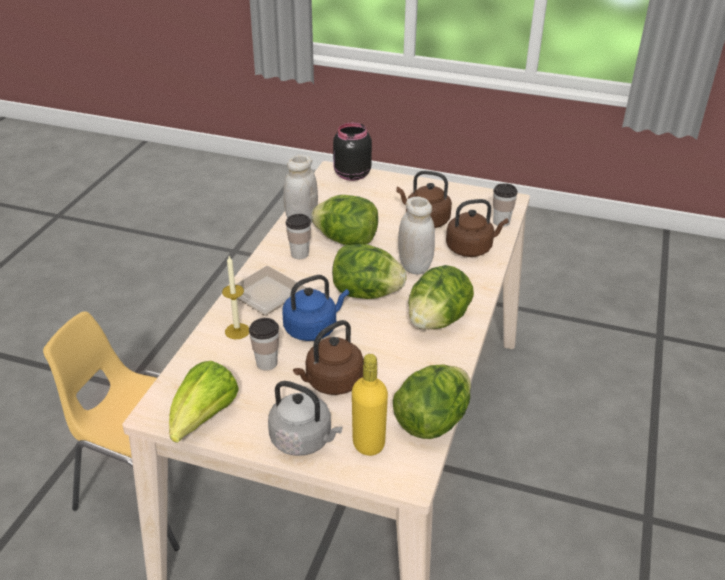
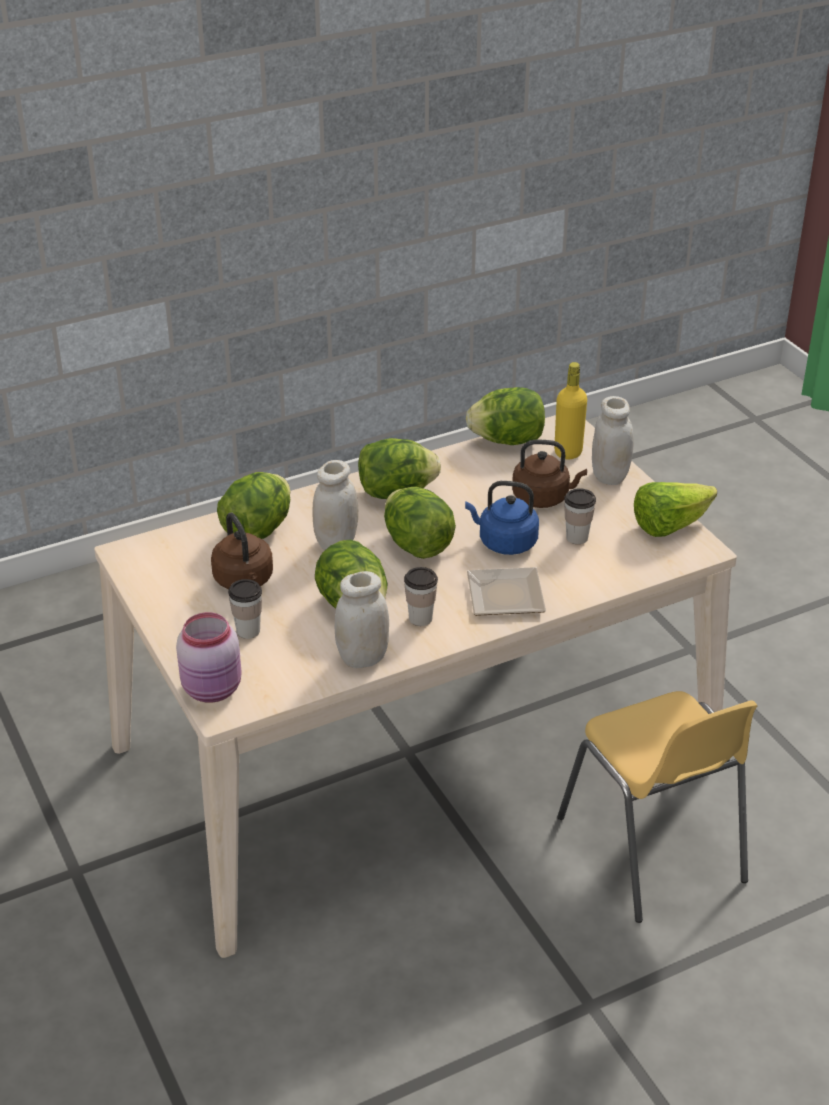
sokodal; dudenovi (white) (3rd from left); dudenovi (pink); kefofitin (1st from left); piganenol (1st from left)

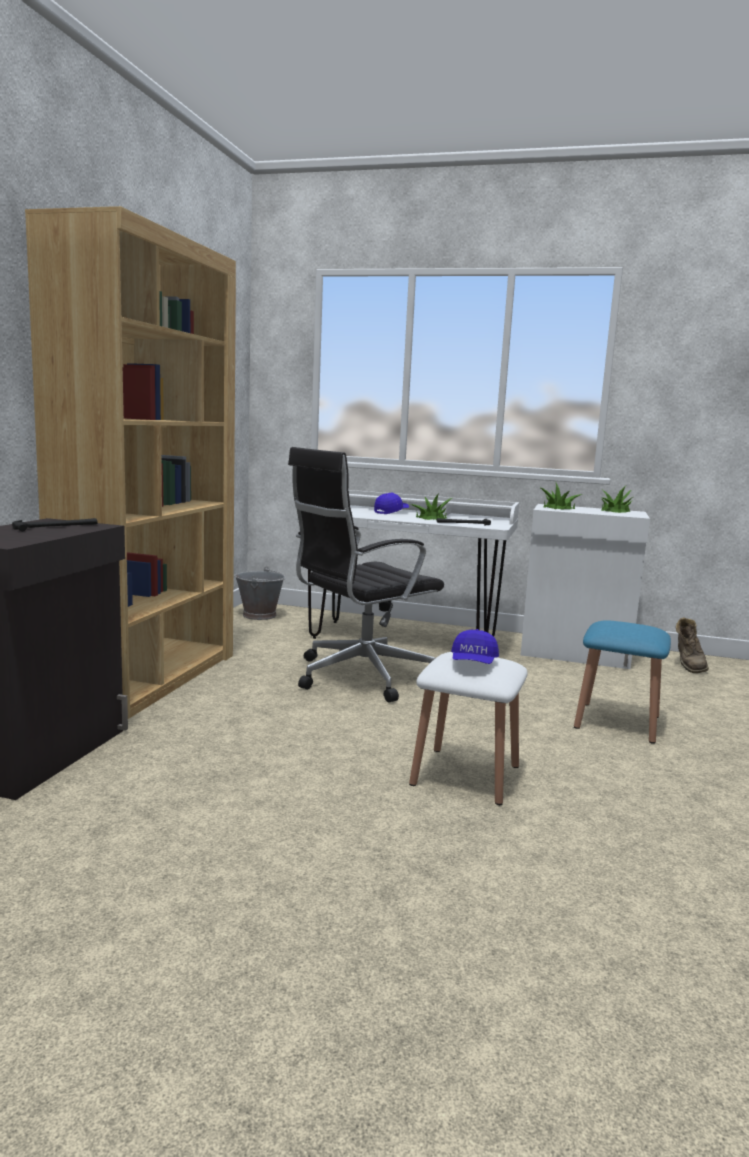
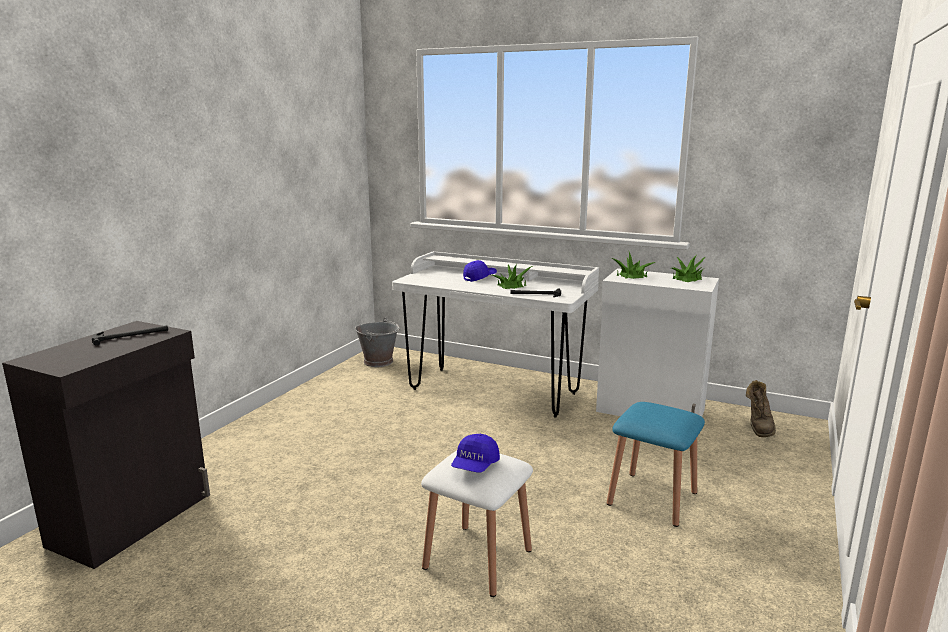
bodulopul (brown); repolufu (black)

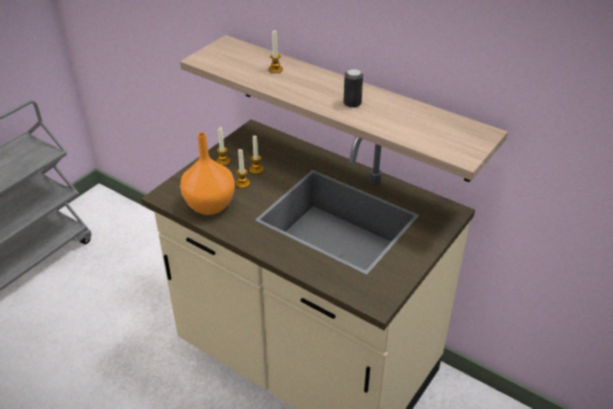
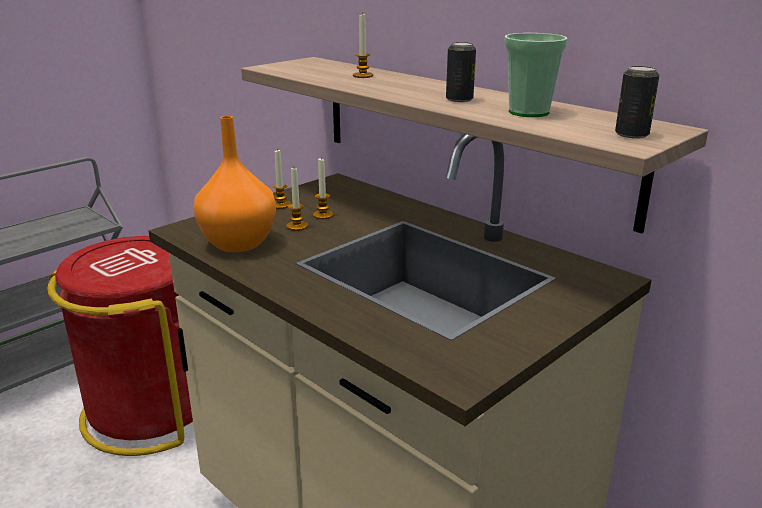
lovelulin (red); piganenol; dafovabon (2nd from left)

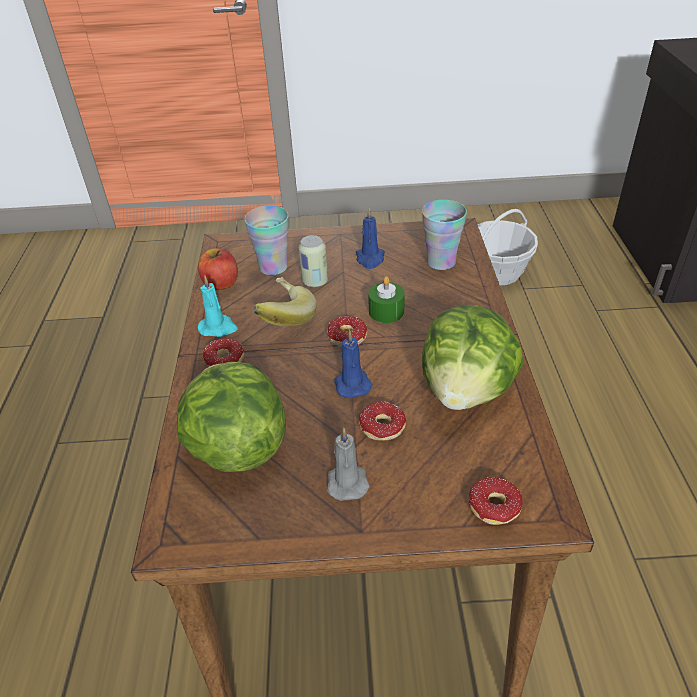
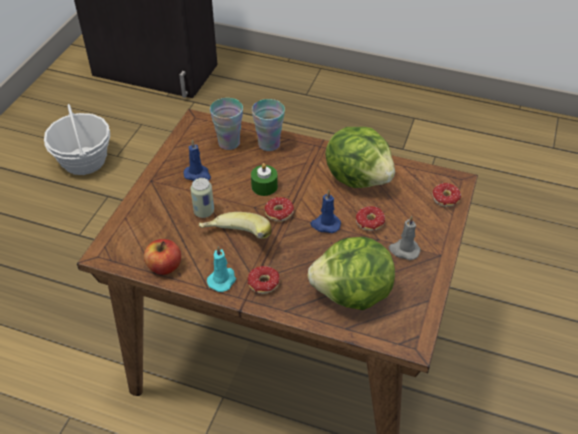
piganenol (2nd from left)

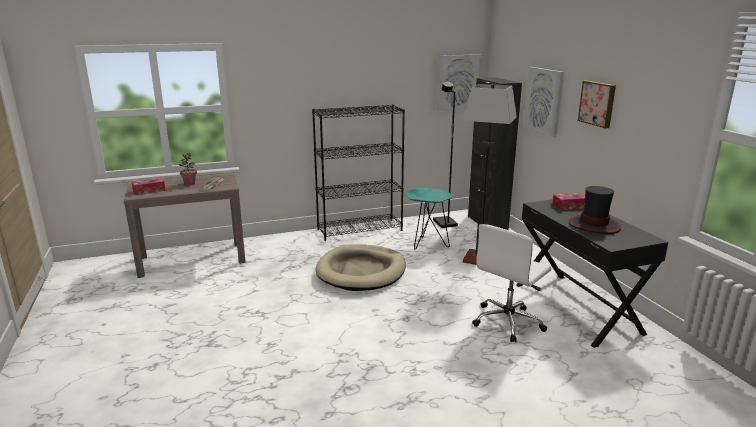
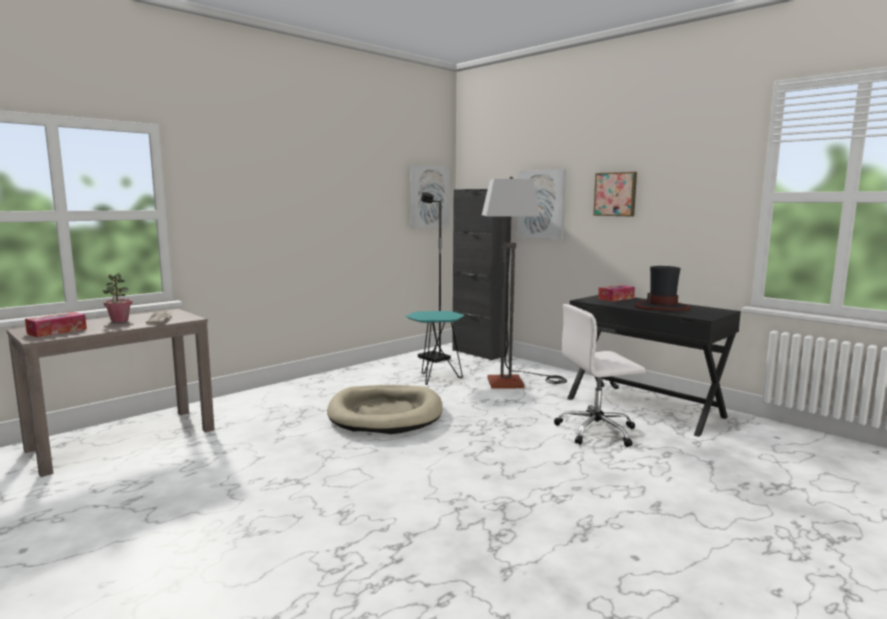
bodulopul (black); repolufu (white)

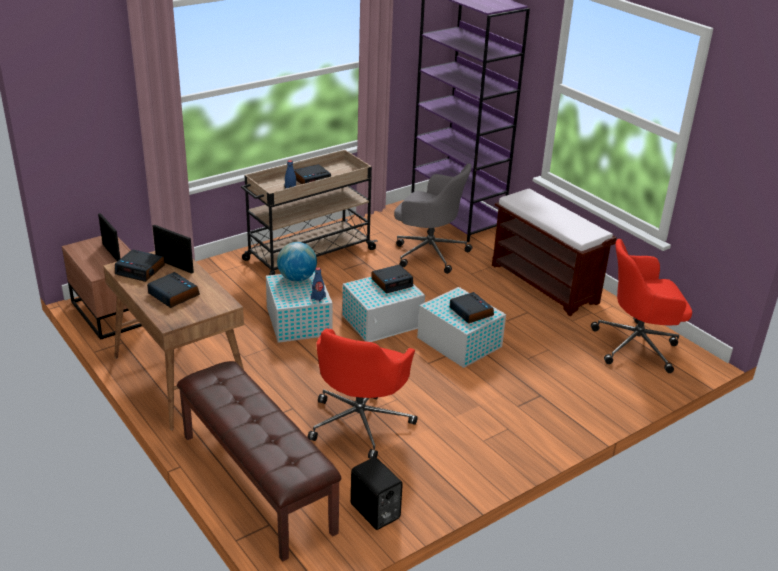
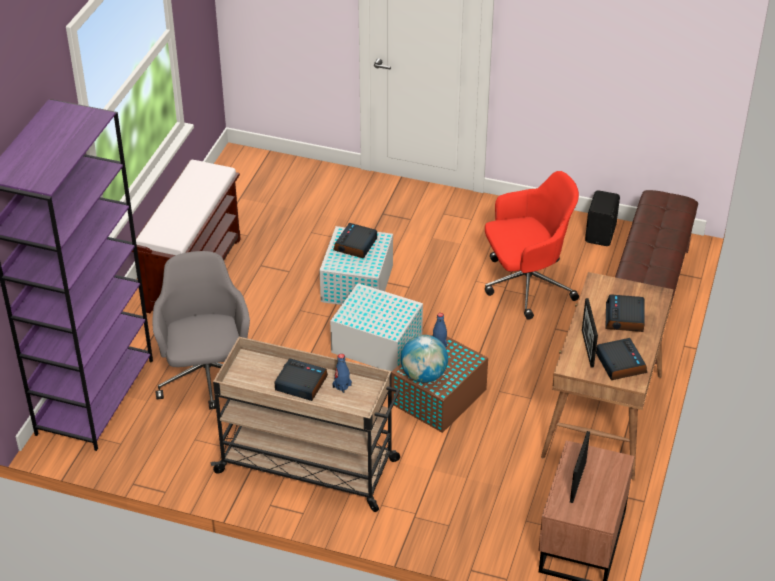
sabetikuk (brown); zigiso (4th from left in the first image); repolufu (red) (2nd from left in the first image)

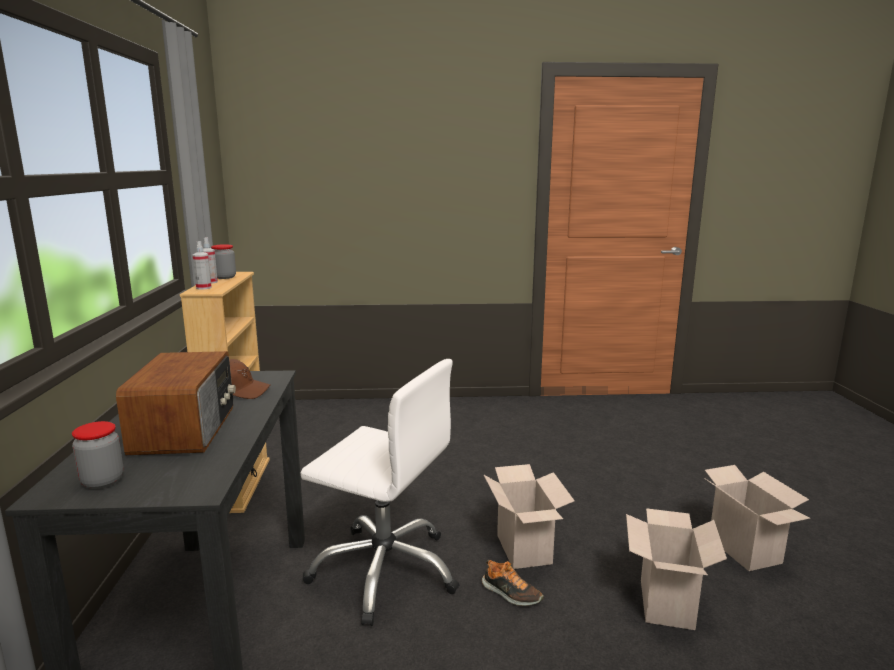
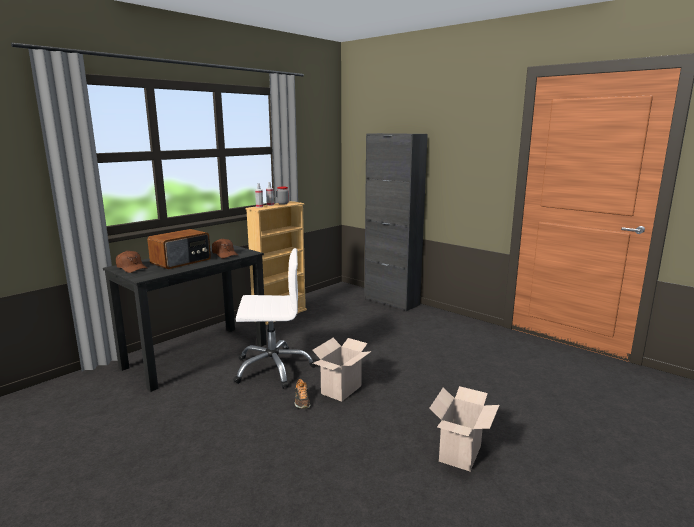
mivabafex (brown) (1st from left); repolufu (white); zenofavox (2nd from left in the first image); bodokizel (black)

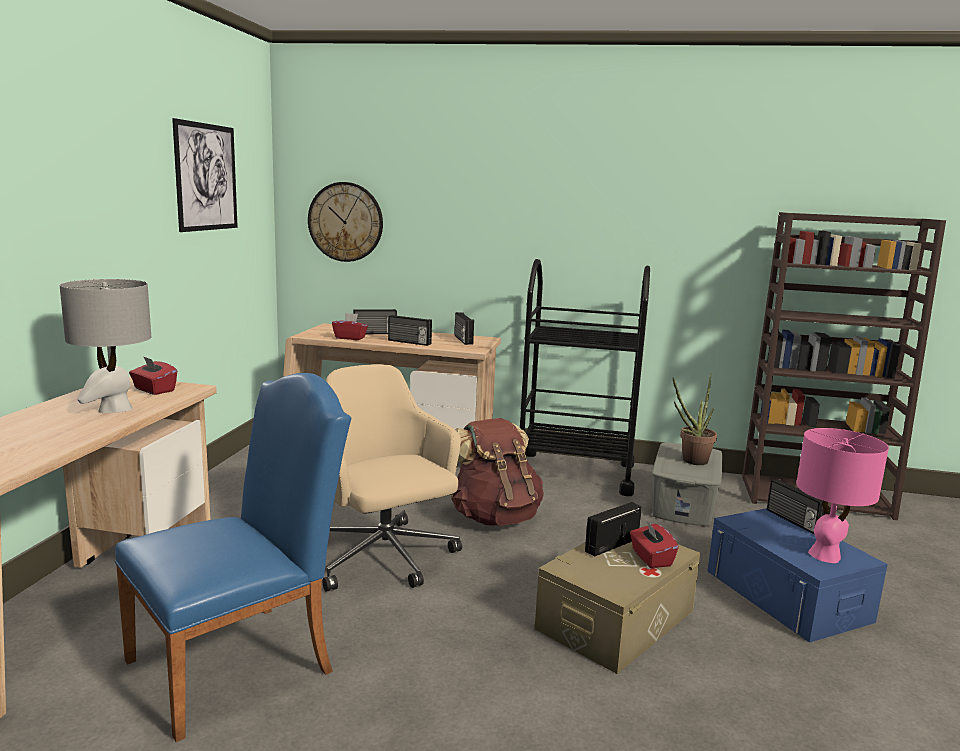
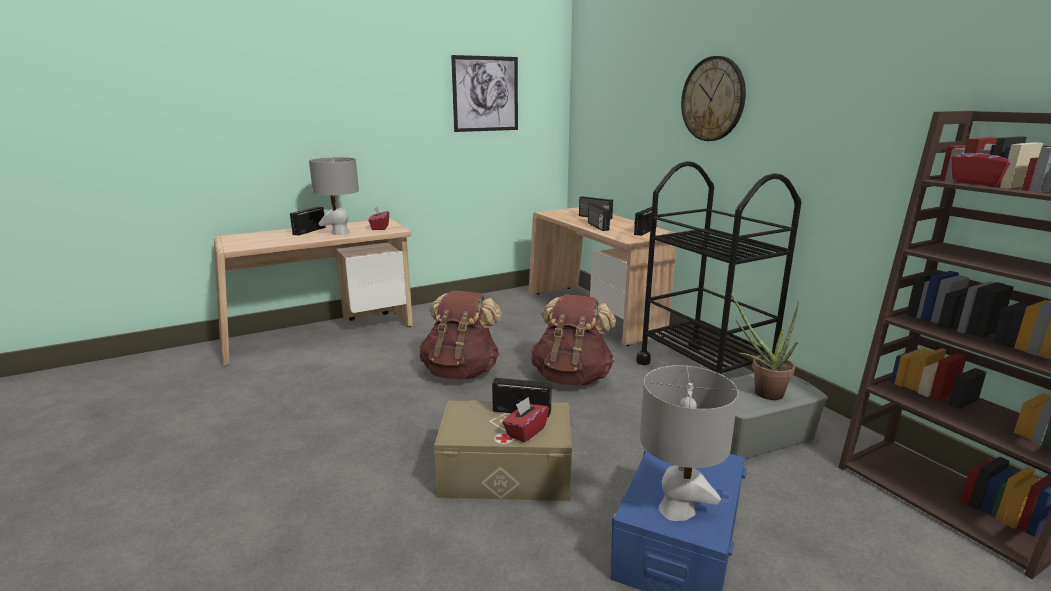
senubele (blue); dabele; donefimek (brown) (1st from left); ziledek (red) (3rd from left); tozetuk (1st from left); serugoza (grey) (2nd from left)

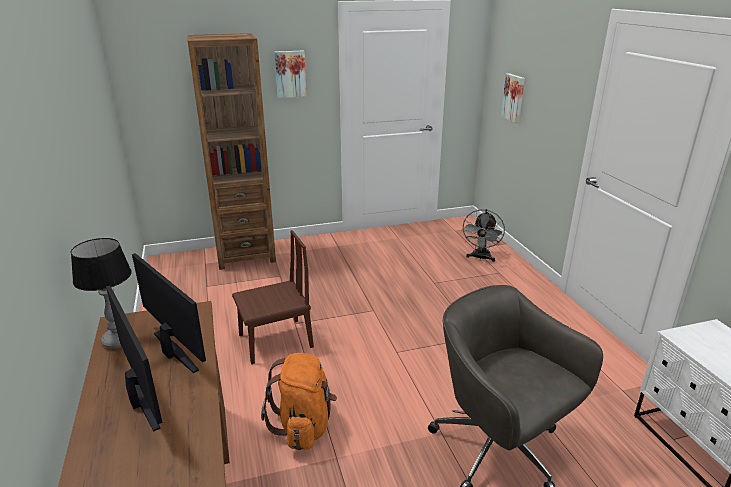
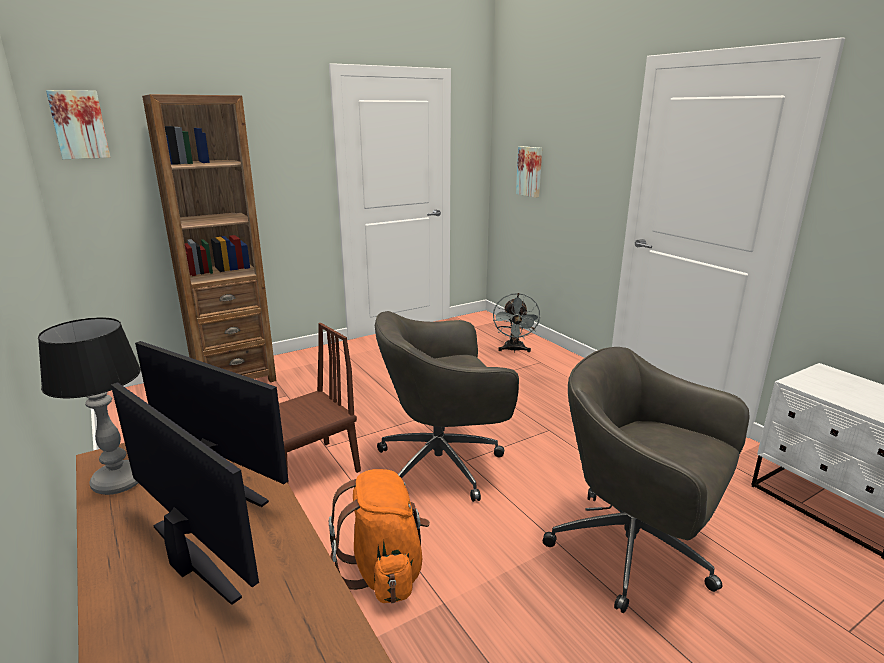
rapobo (1st from left); repolufu (grey) (1st from left)

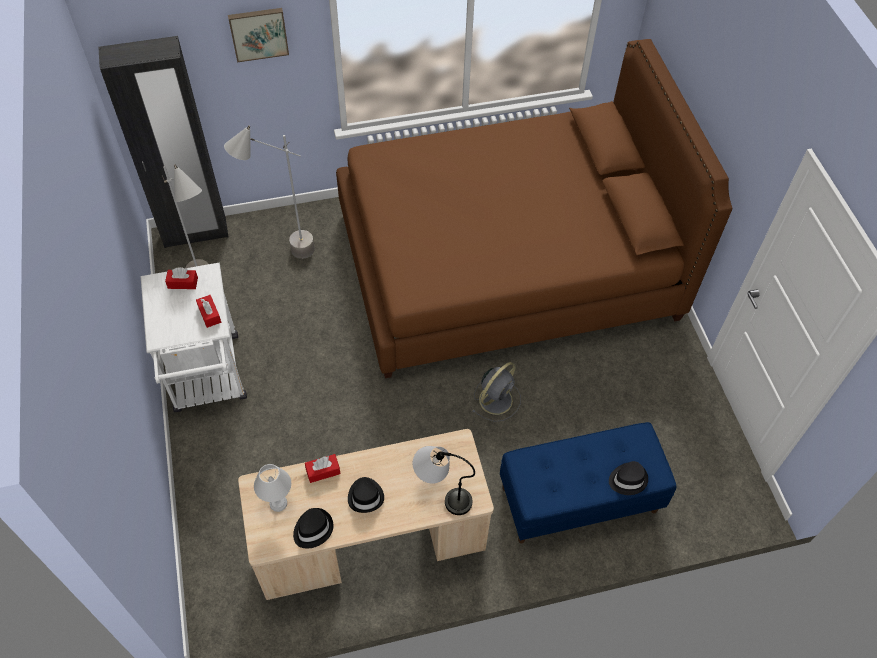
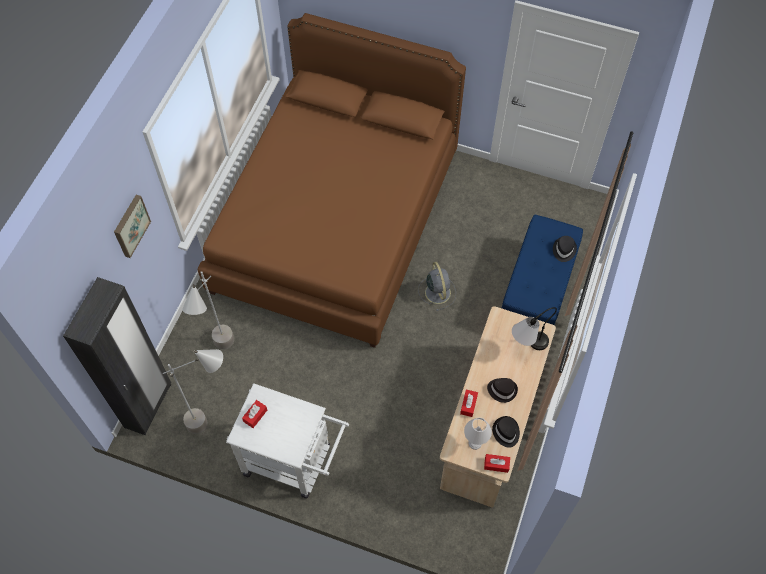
ziledek (red) (3rd from left)

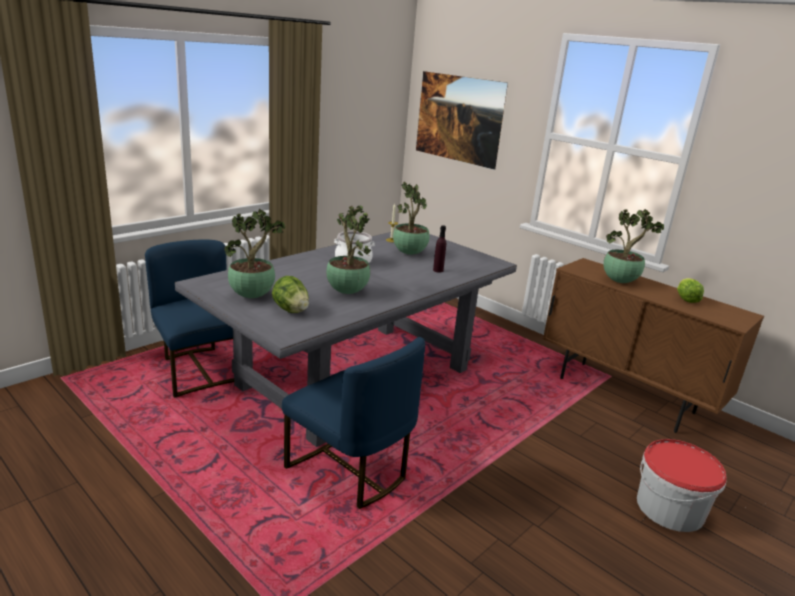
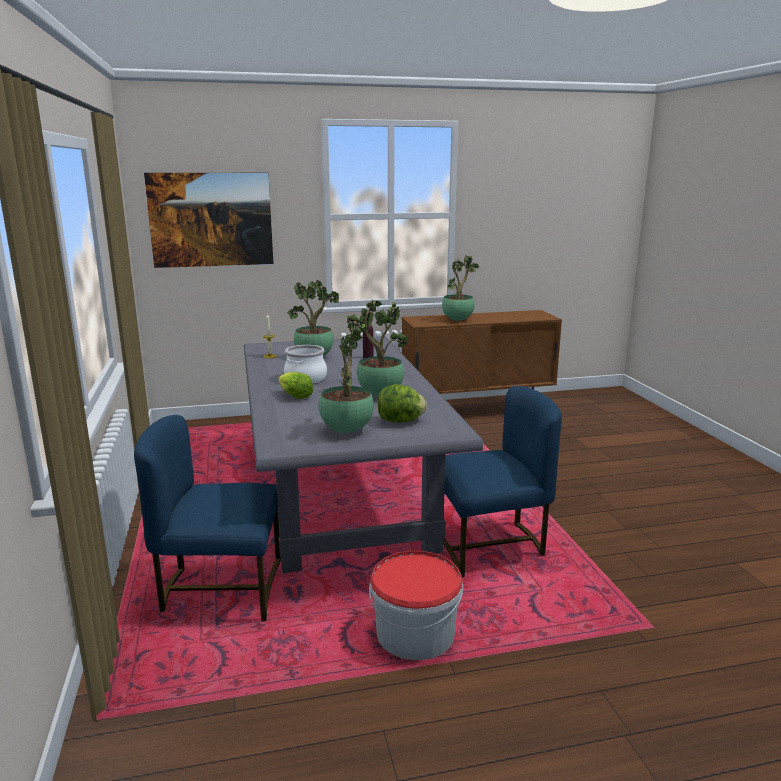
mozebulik; kefofitin (1st from left)

